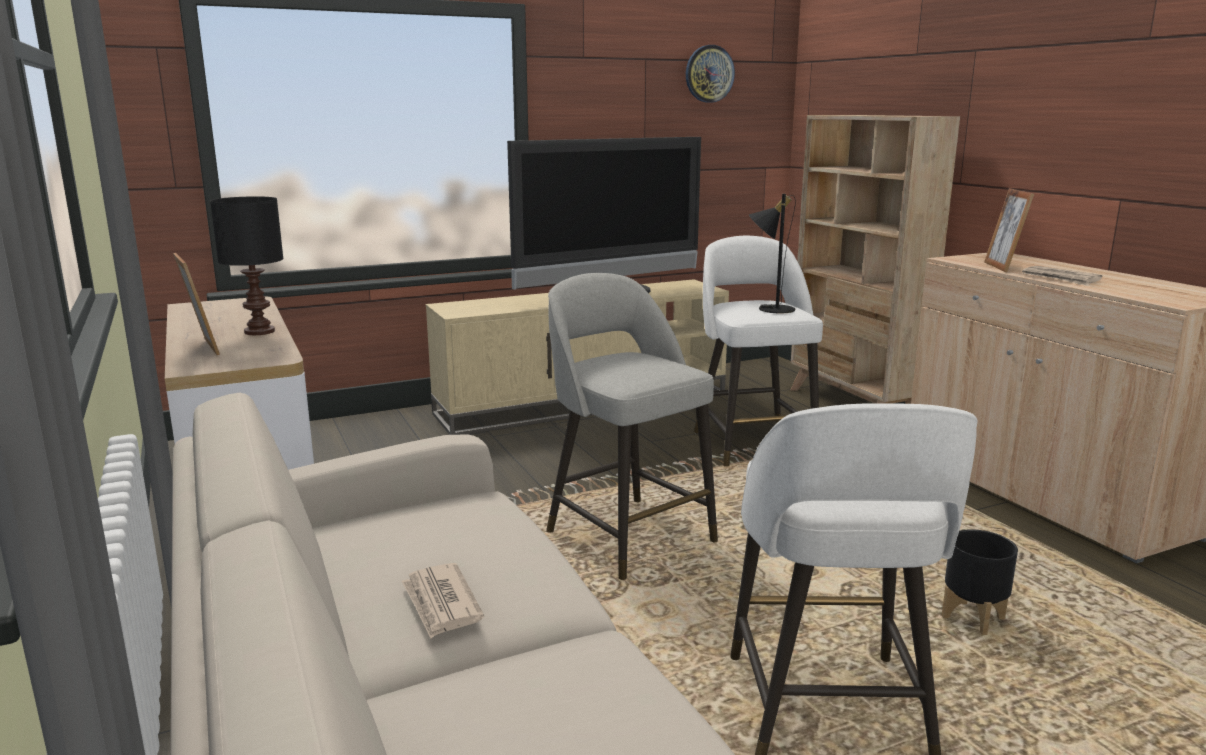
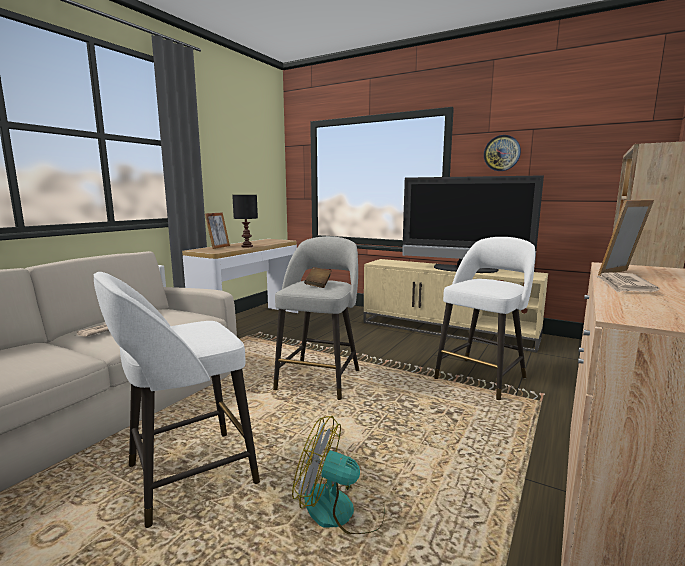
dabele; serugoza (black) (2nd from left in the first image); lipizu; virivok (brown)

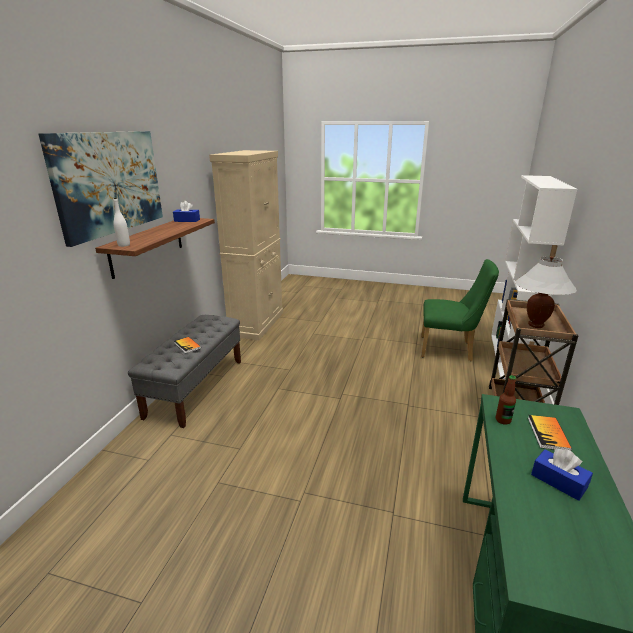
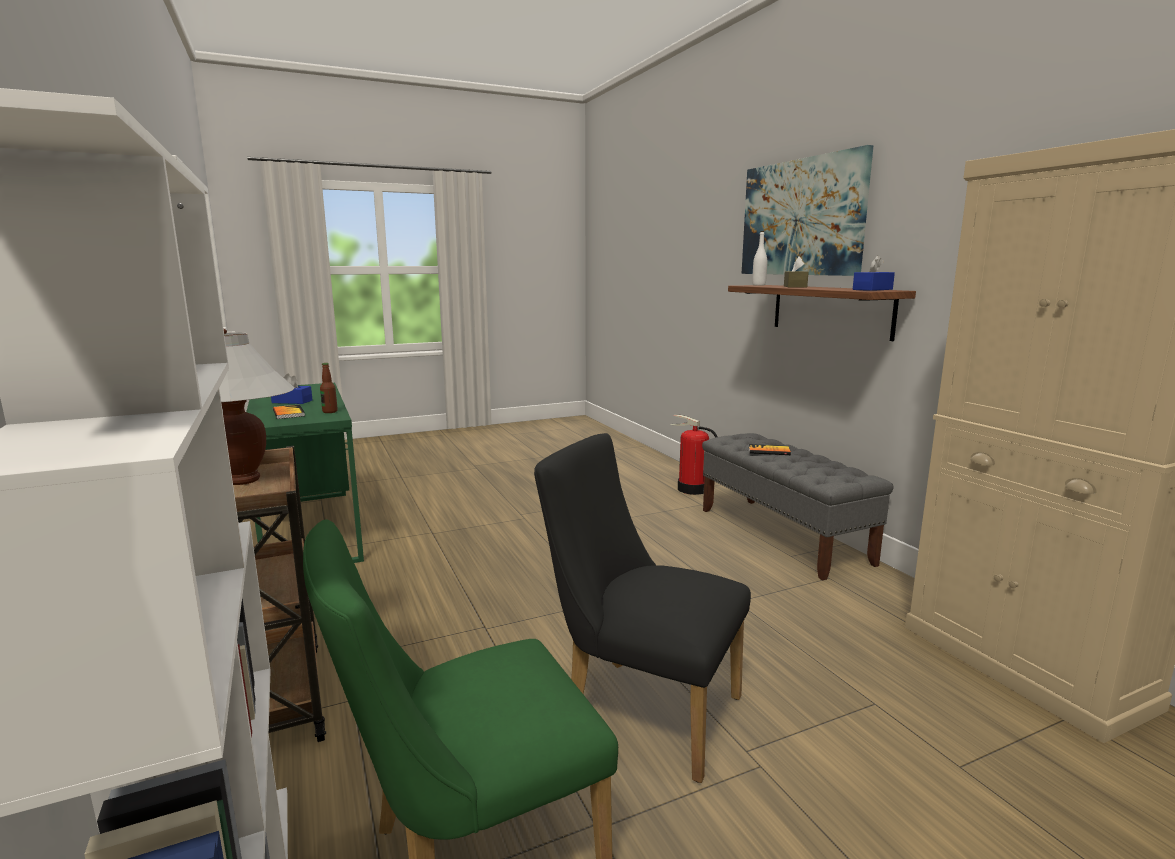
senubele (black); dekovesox; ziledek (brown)

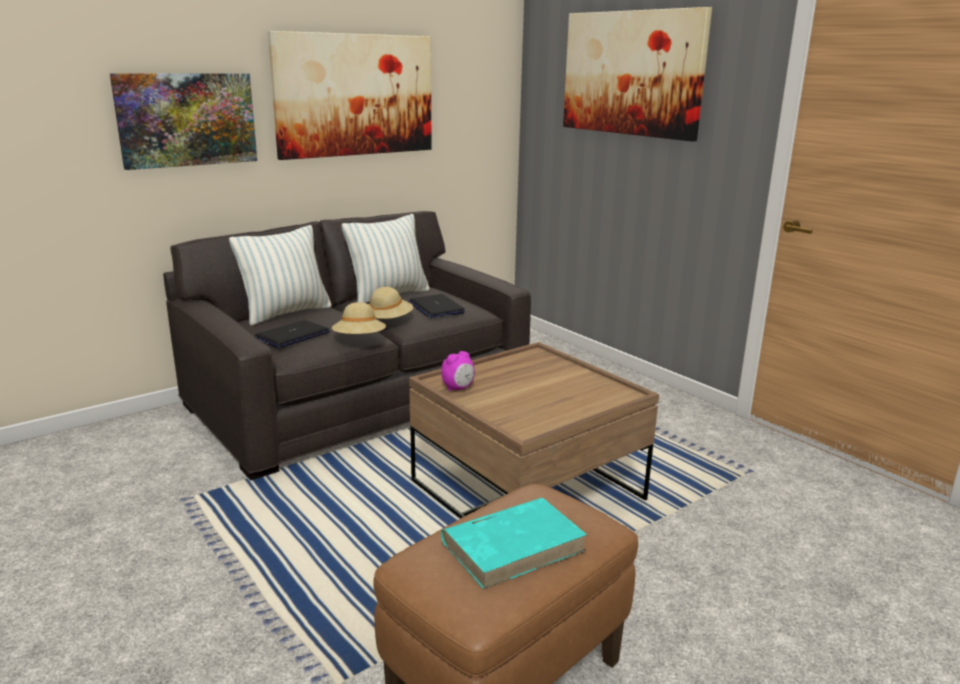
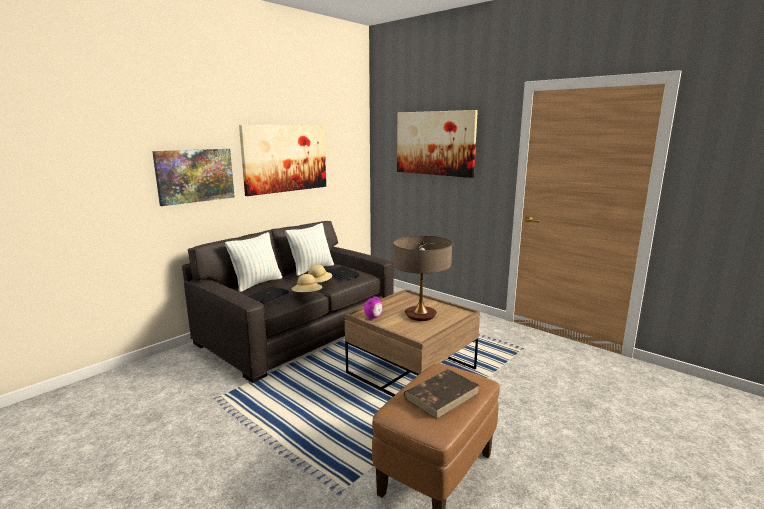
virivok (brown); serugoza

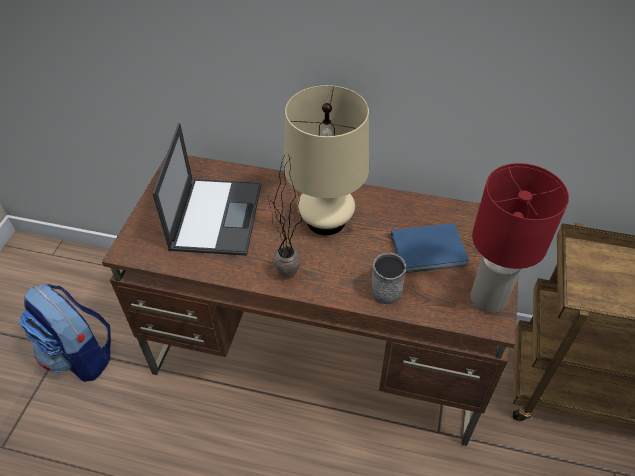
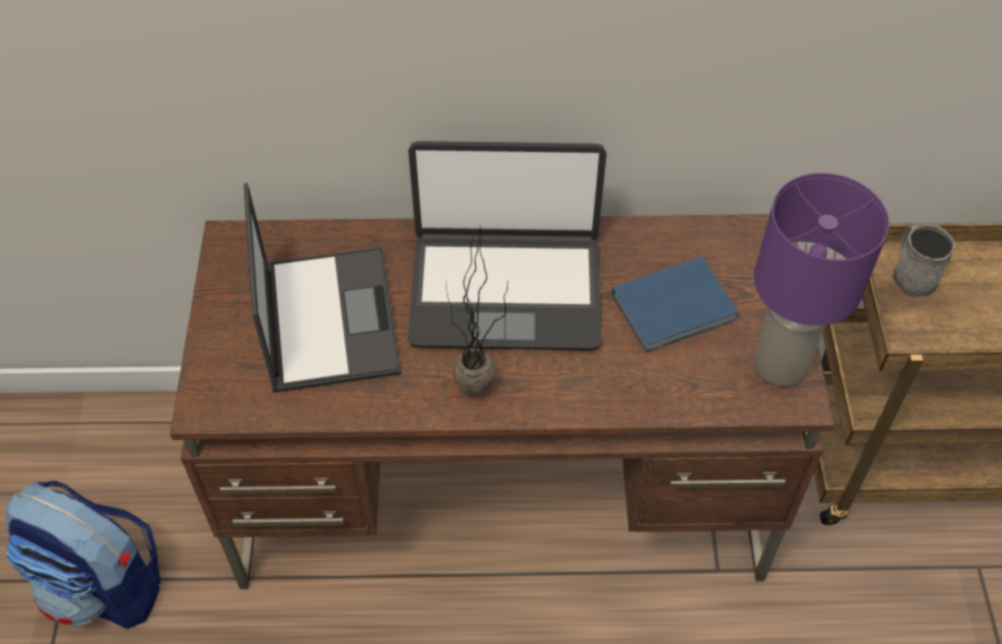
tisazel (2nd from left); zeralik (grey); serugoza (purple)

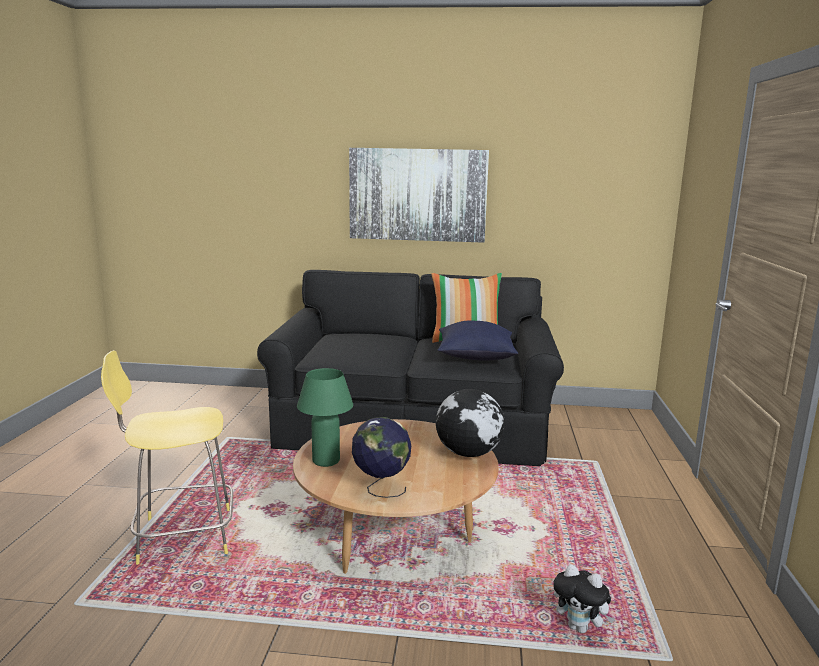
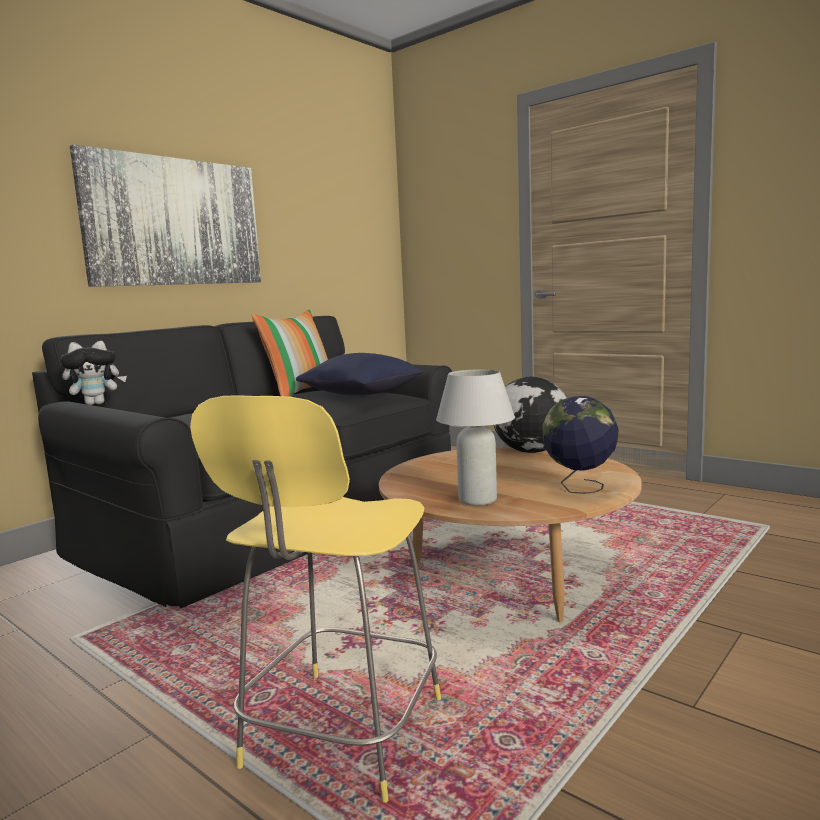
serugoza (white); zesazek

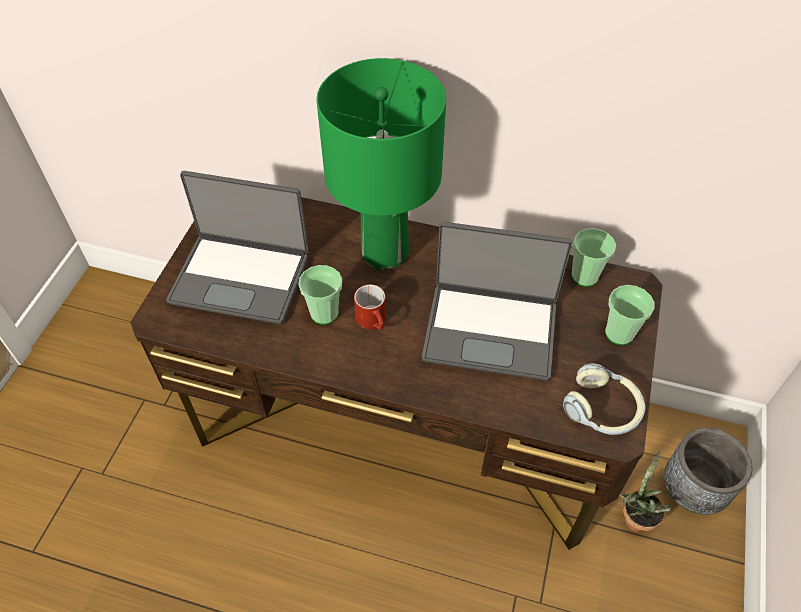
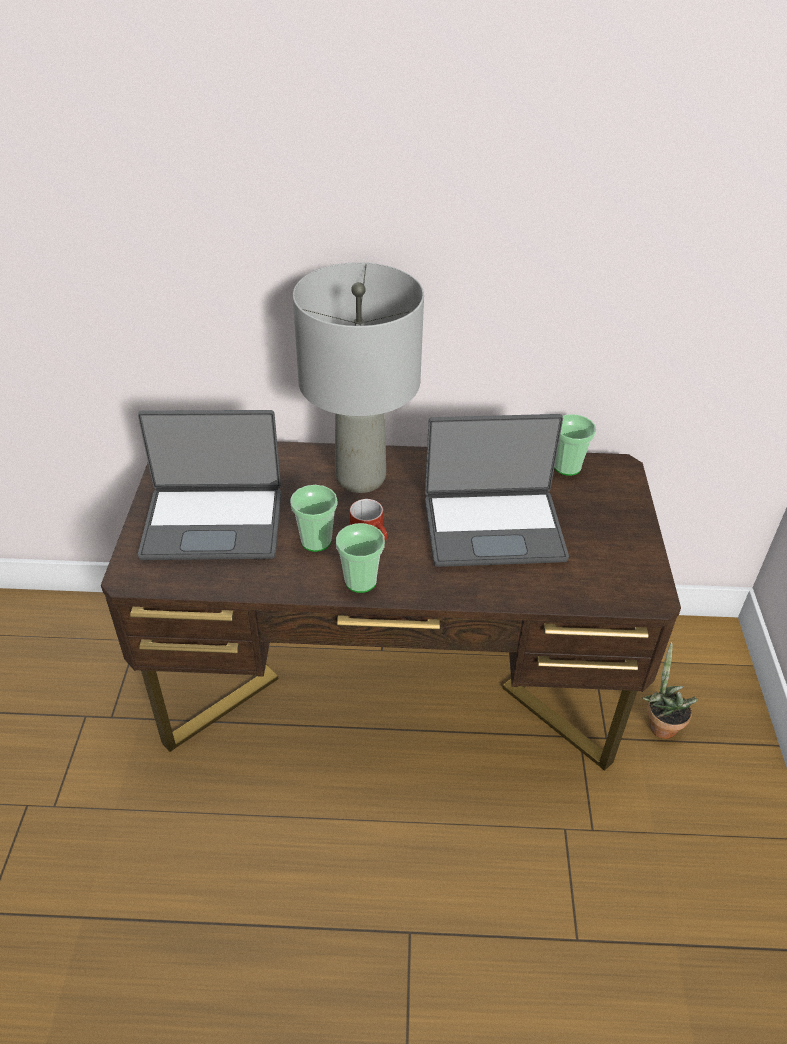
serugoza (grey); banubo; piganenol (2nd from left); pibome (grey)

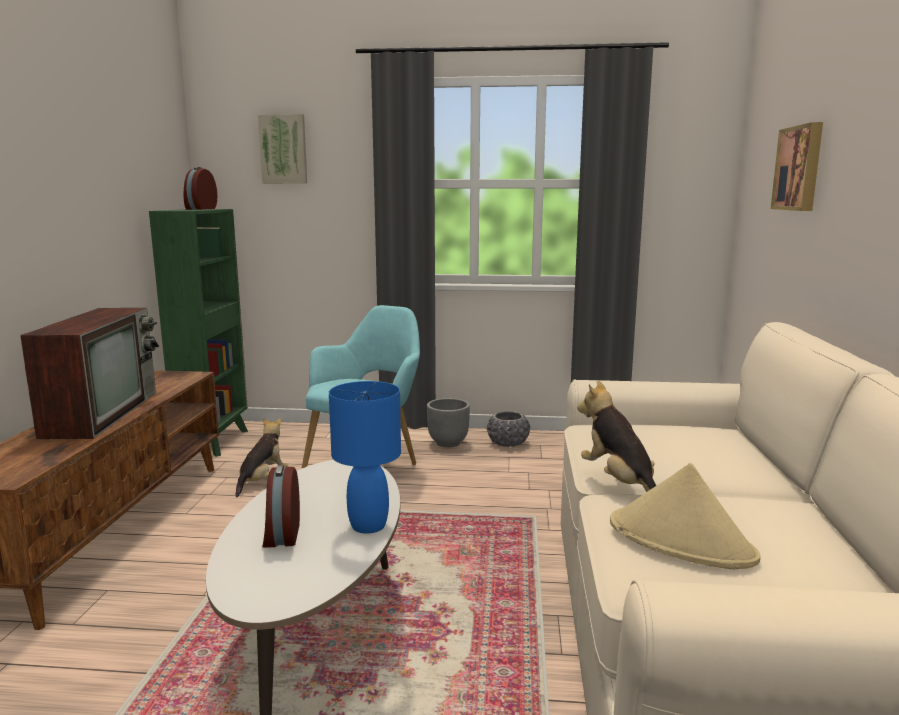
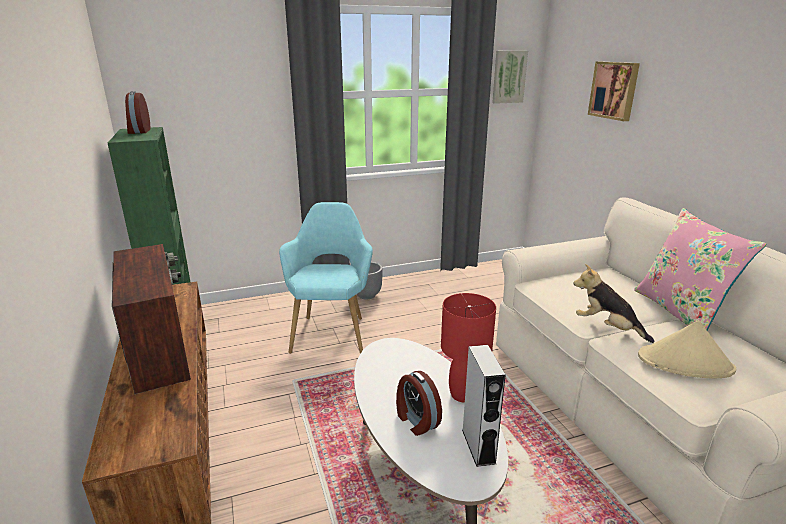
zesazek (1st from left in the first image); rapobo (1st from left); serugoza (red); pibome (grey) (2nd from left in the first image); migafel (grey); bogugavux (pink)

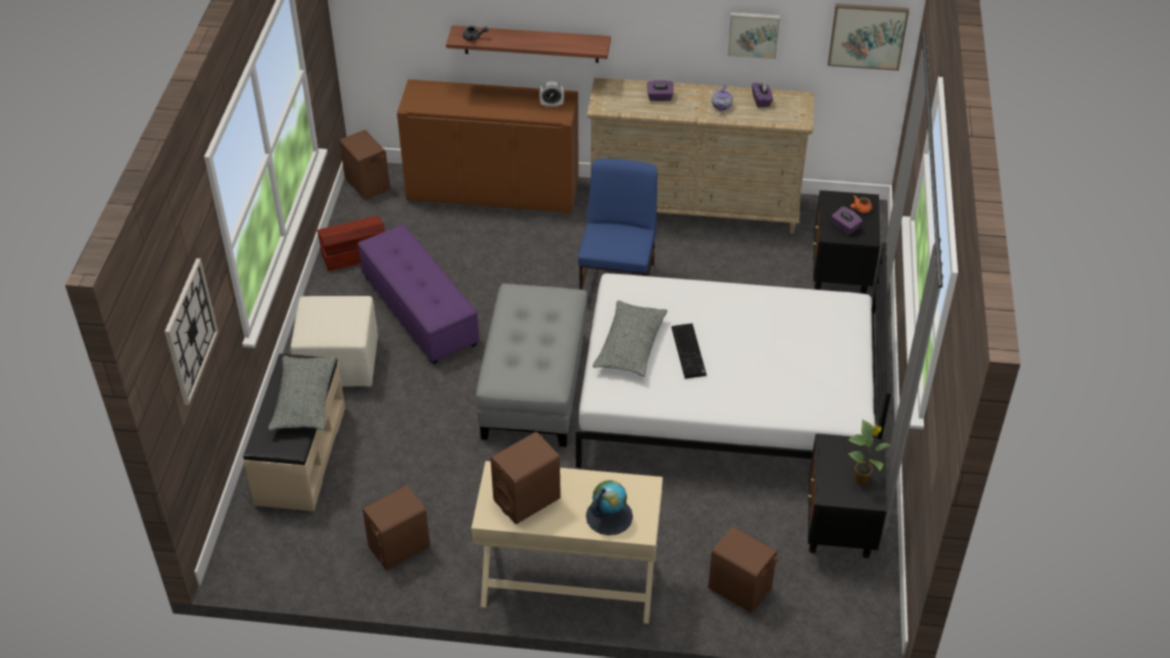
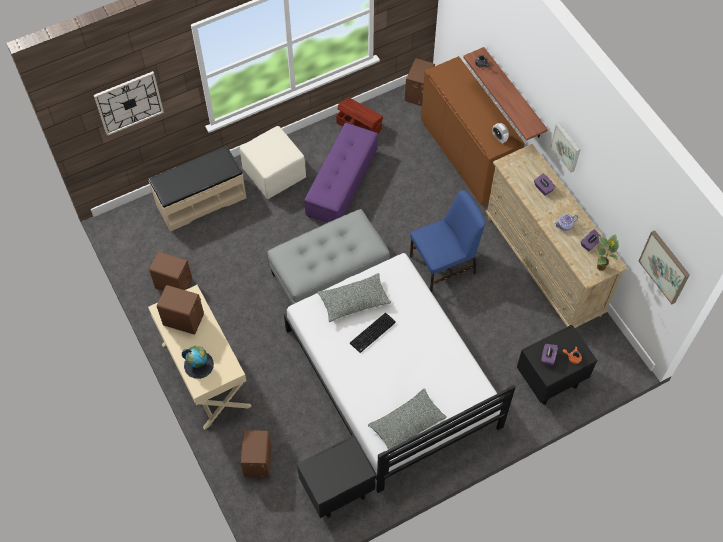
bogugavux (grey) (2nd from left); rapobo (1st from left); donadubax

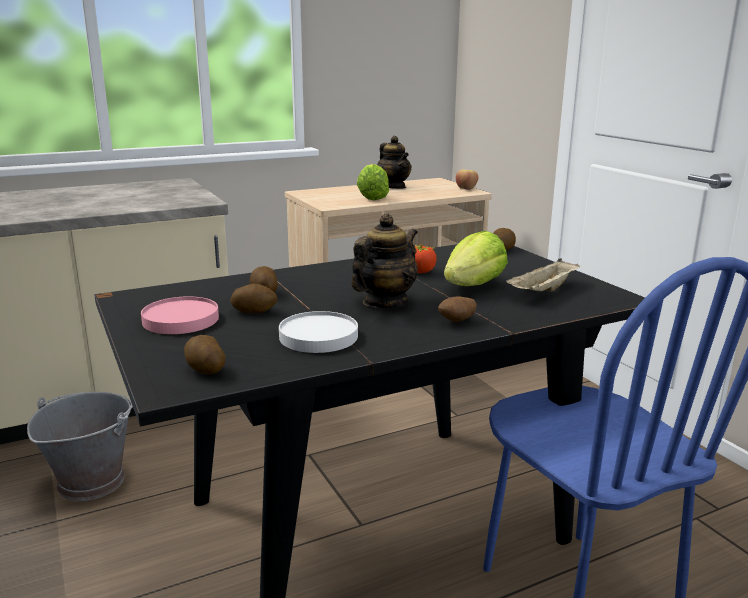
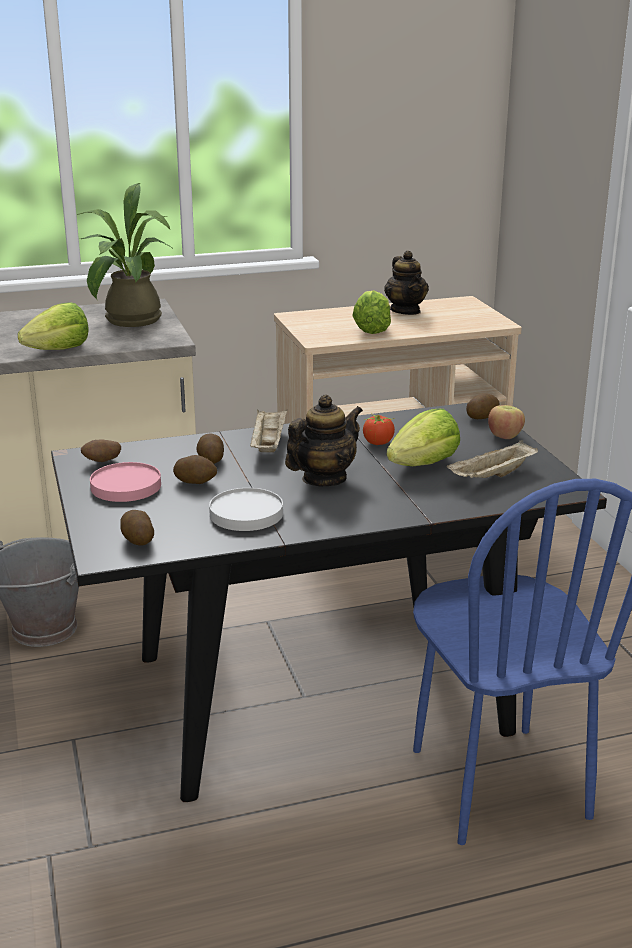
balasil (1st from left); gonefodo; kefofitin (1st from left); donadubax; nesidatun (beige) (1st from left)

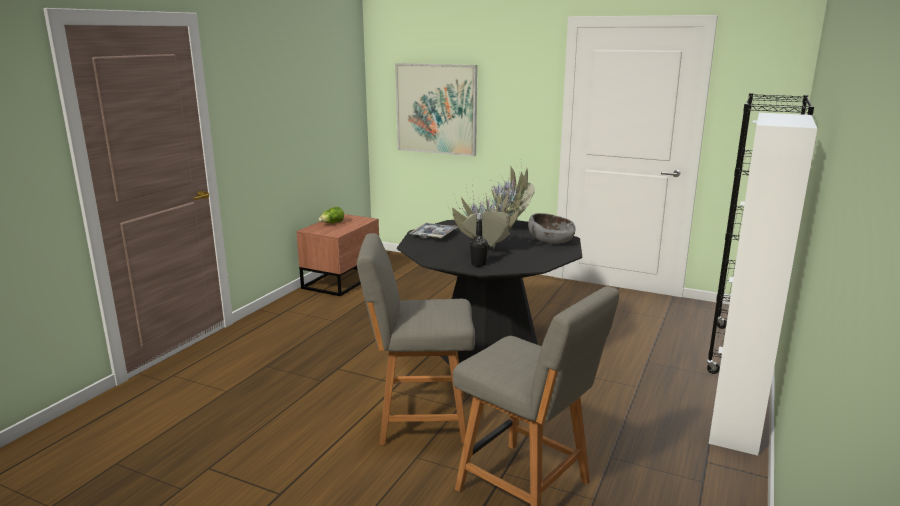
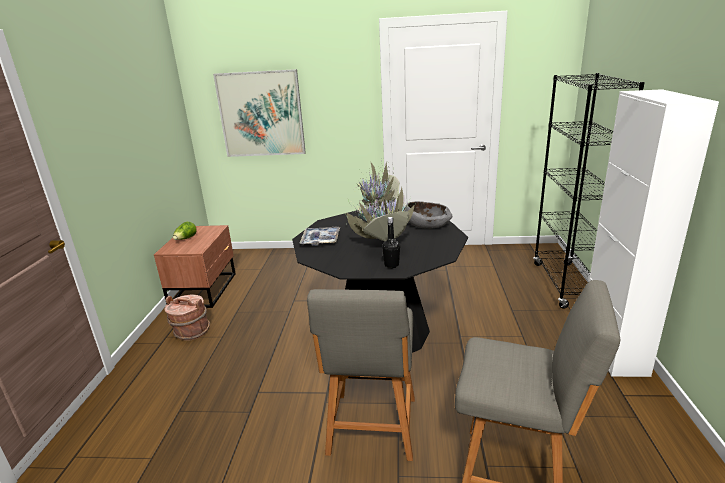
senubele (grey) (1st from left); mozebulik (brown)

